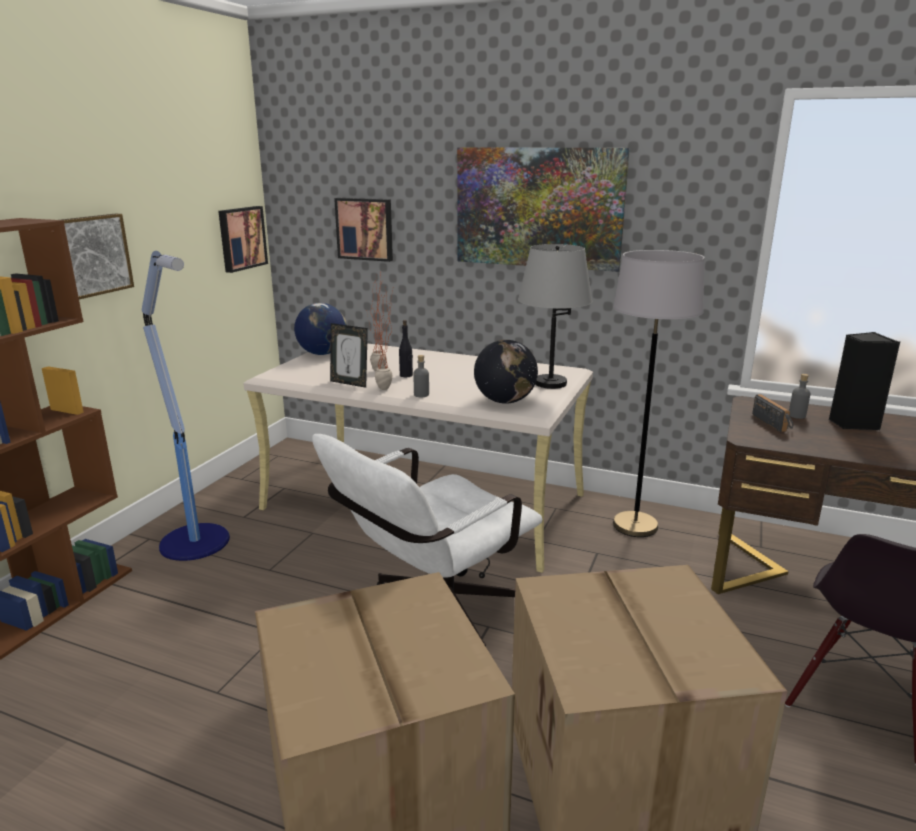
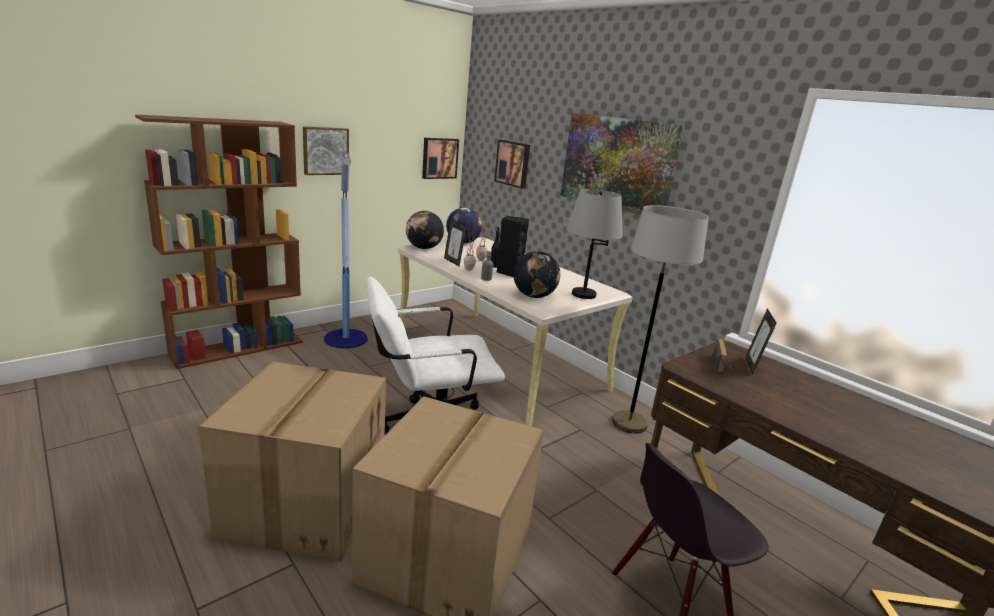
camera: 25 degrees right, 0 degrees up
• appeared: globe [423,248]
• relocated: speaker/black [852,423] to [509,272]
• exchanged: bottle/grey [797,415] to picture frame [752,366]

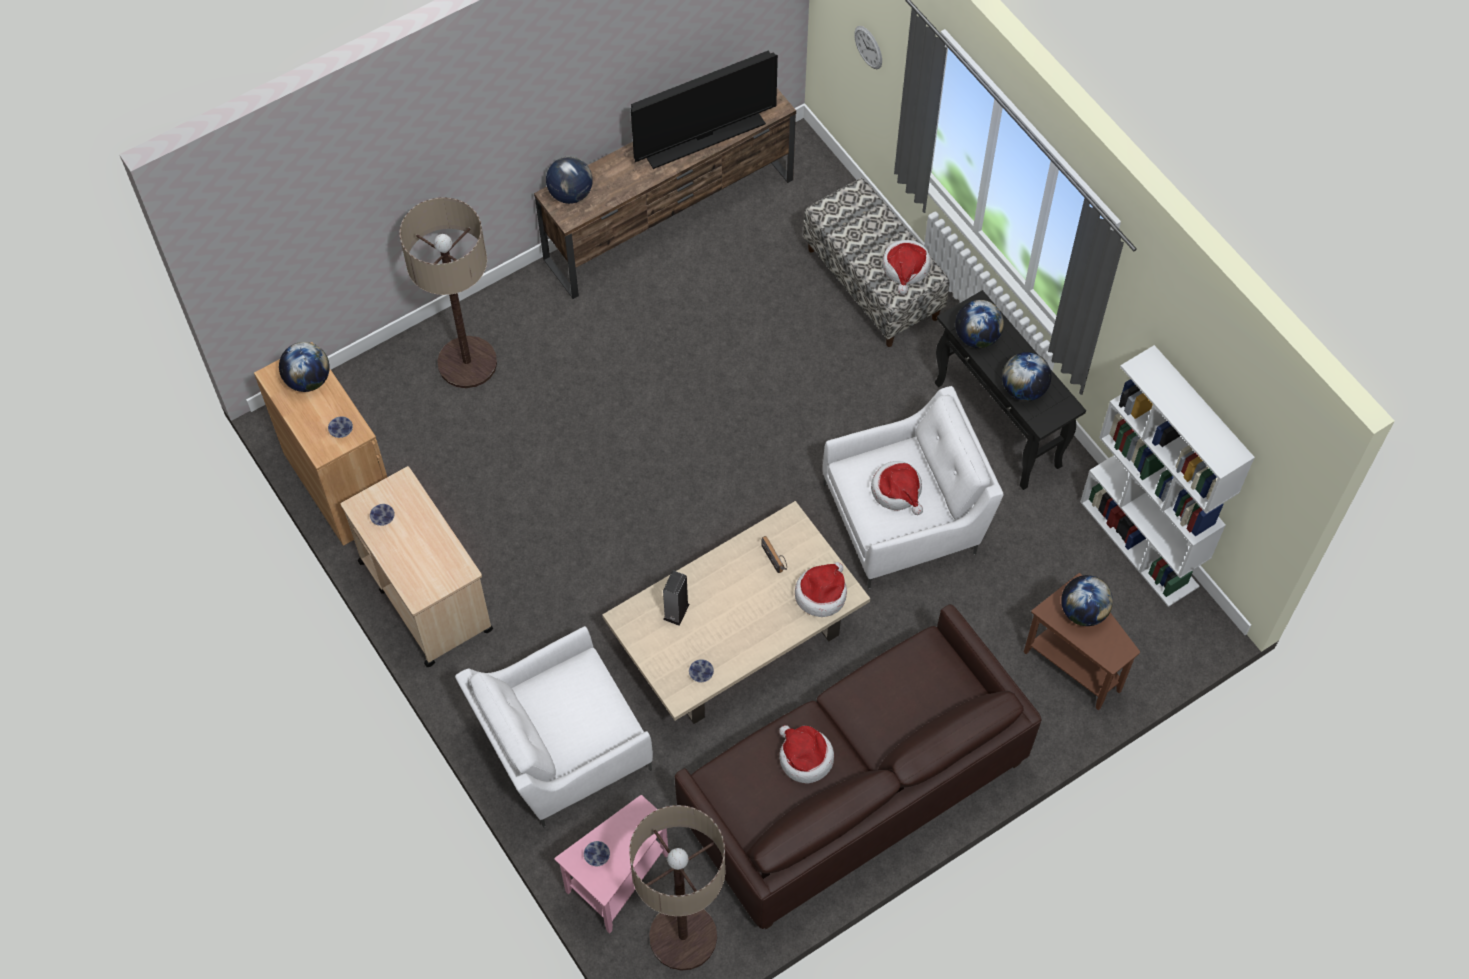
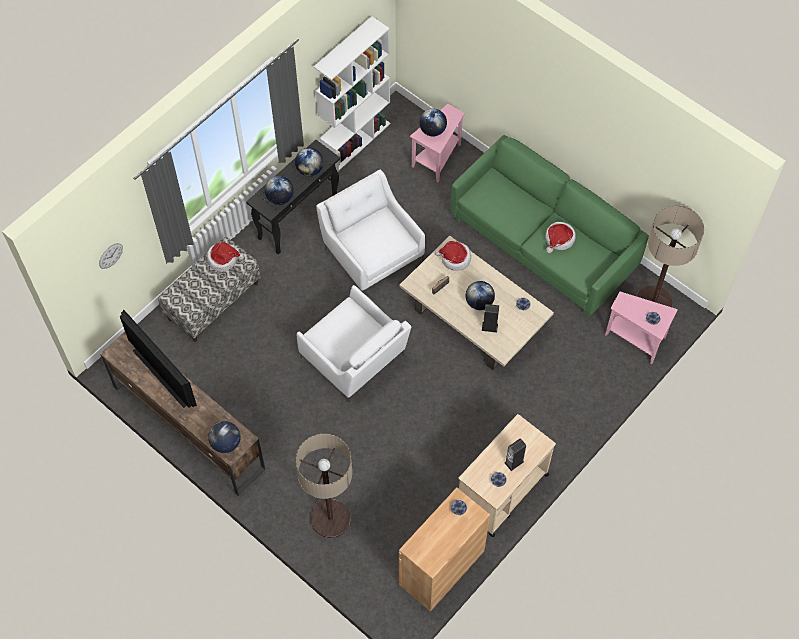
camera: 105 degrees left, 0 degrees up
• relocated: armchair/white [560,747] to [355,359]
• colour: side table/brown [1073,663] to side table/pink [437,159]
• colour: sofa/brown [852,788] to sofa/green [543,244]
• relocated: globe [308,380] to [479,302]
• appeared: speaker [514,462]
• missing: hat [897,491]

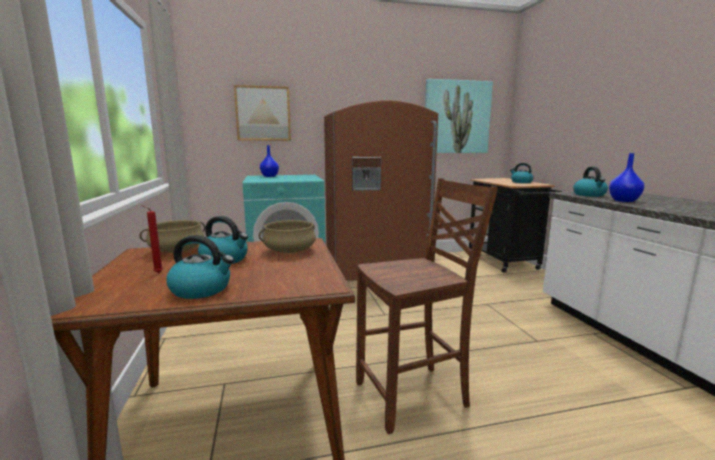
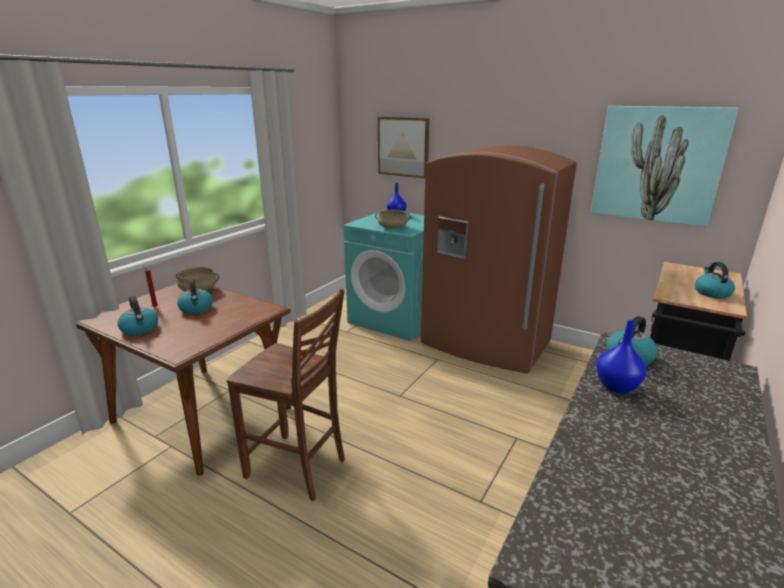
camera: 45 degrees right, 10 degrees up
• relocated: cooking pot/beige [290,250] to [392,227]

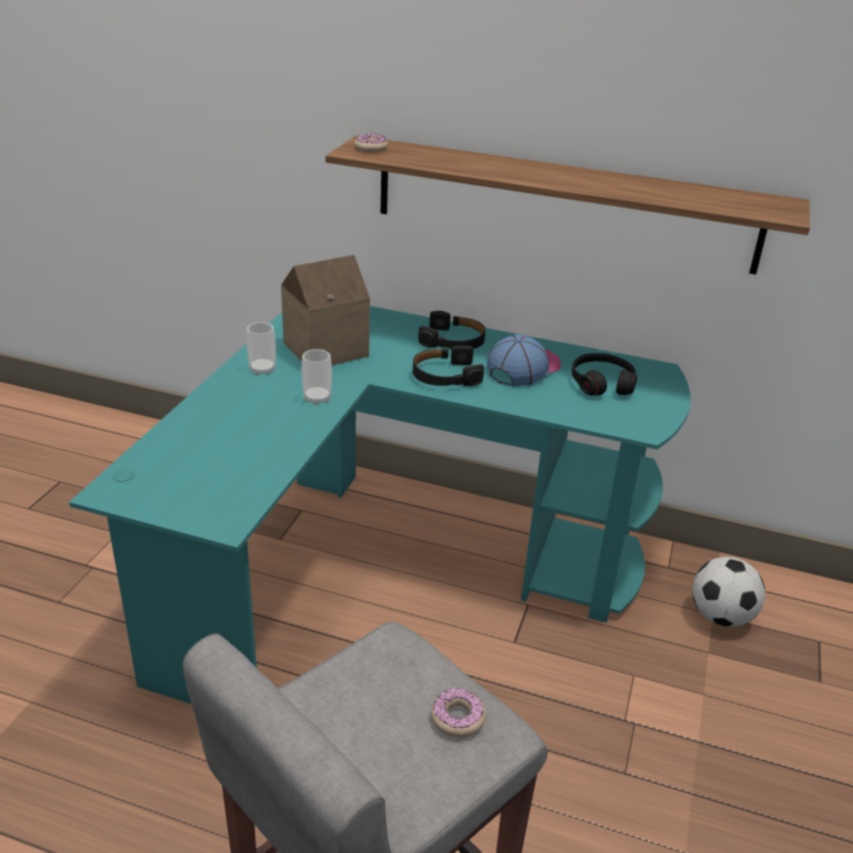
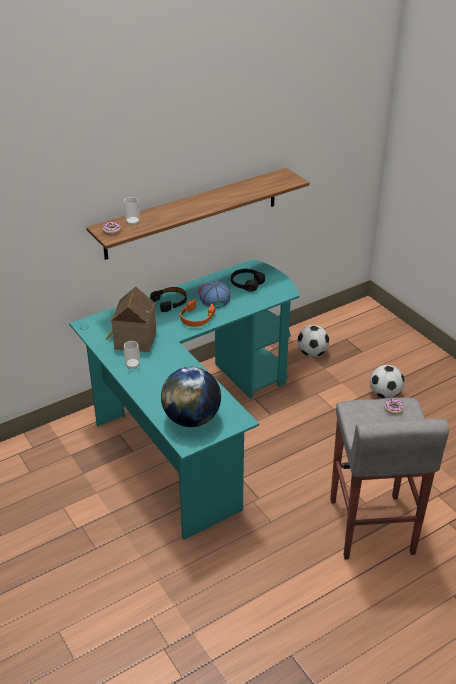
camera: 50 degrees left, 5 degrees up
• relocated: cup [317,399] to [132,223]
• appeared: globe [191,419]
• colour: headphones/black [445,375] to headphones/orange [196,318]
• appeared: football [385,394]

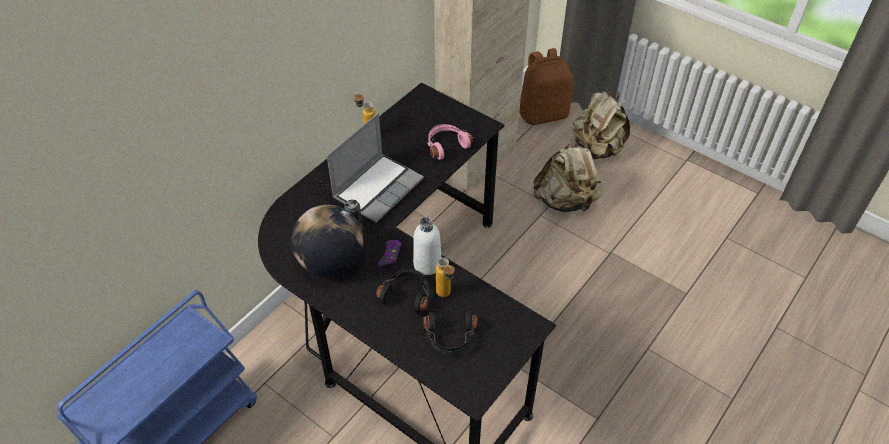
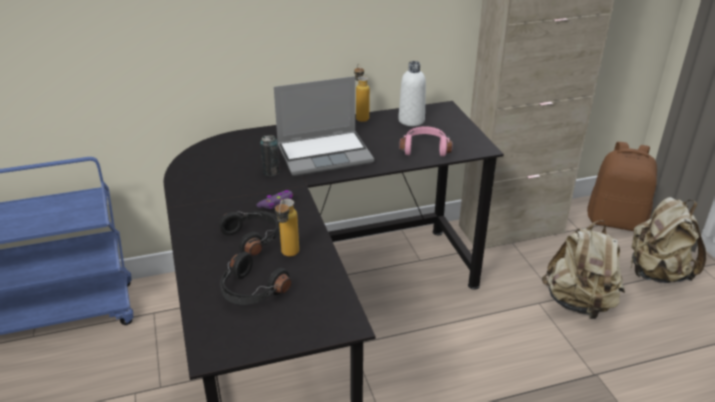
camera: 35 degrees right, 15 degrees down
• relocated: bottle/white [427,264] to [411,120]
• missing: globe [331,262]

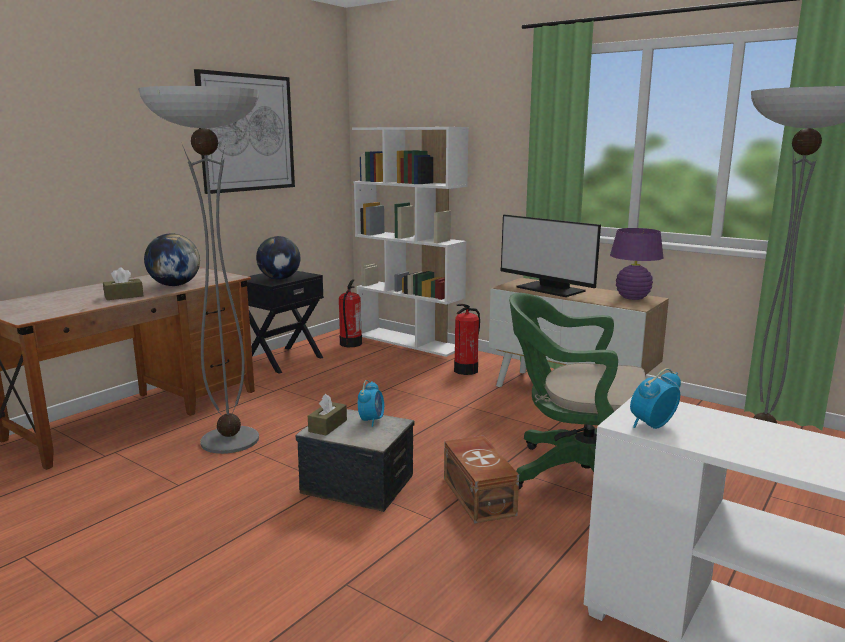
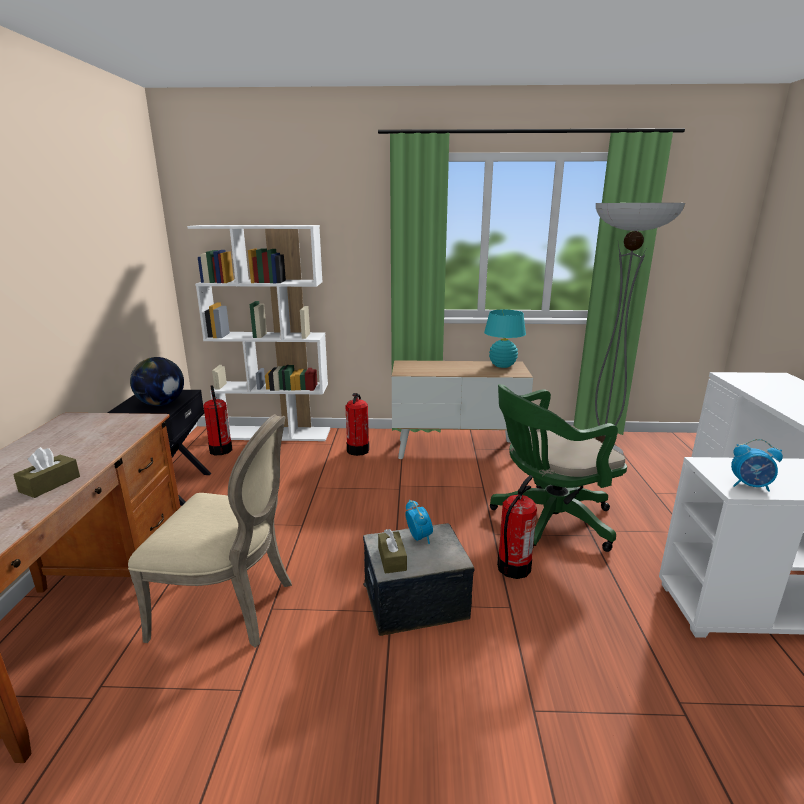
camera: 35 degrees left, 5 degrees up
• exchanged: floor lamp [230,440] to chair/beige [231,606]
• colour: table lamp/purple [632,297] to table lamp/turquoise [502,365]
• exchanged: storage box/brown [479,495] to fire extinguisher [513,568]
• spun: alarm clock [651,426] = [750,486] 90 degrees counterclockwise
• missing: globe [174,285]
• missing: picture [247,133]
• missing: monitor [549,289]

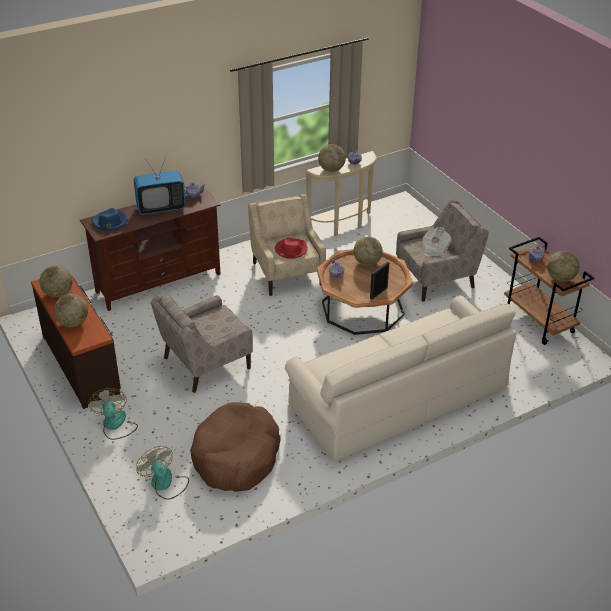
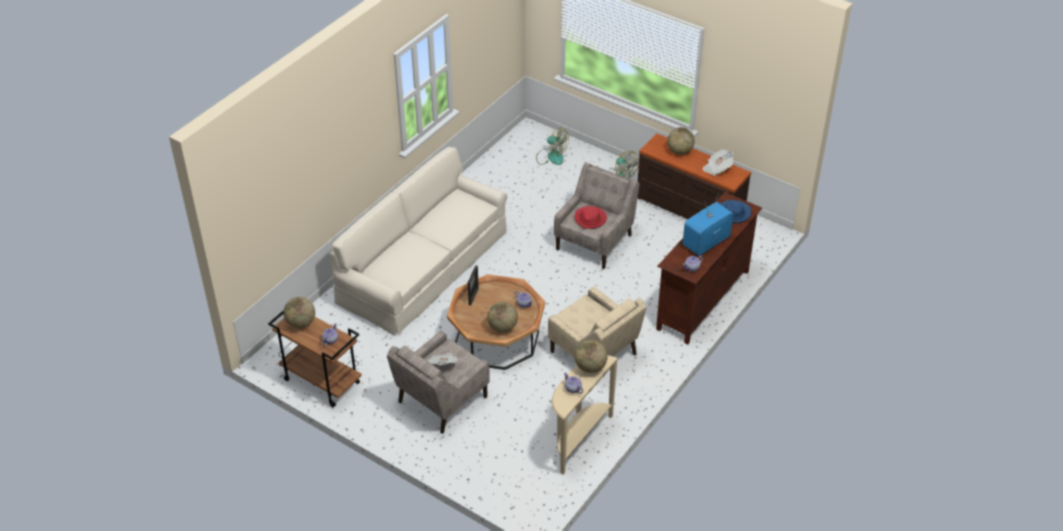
camera: 155 degrees right, 5 degrees up
• relocated: hat/red [291,250] to [590,219]
• exchanged: globe [58,294] to newspaper [717,168]
• missing: dog bed/brown [236,457]

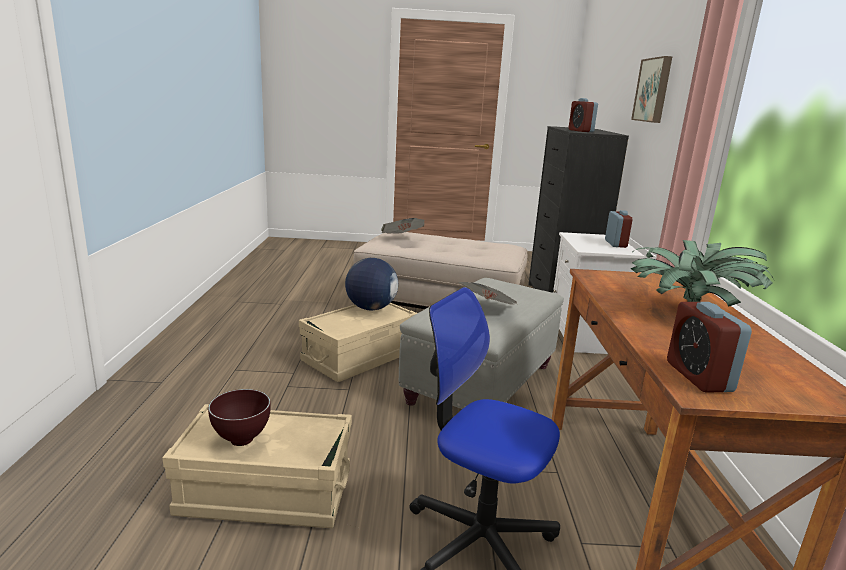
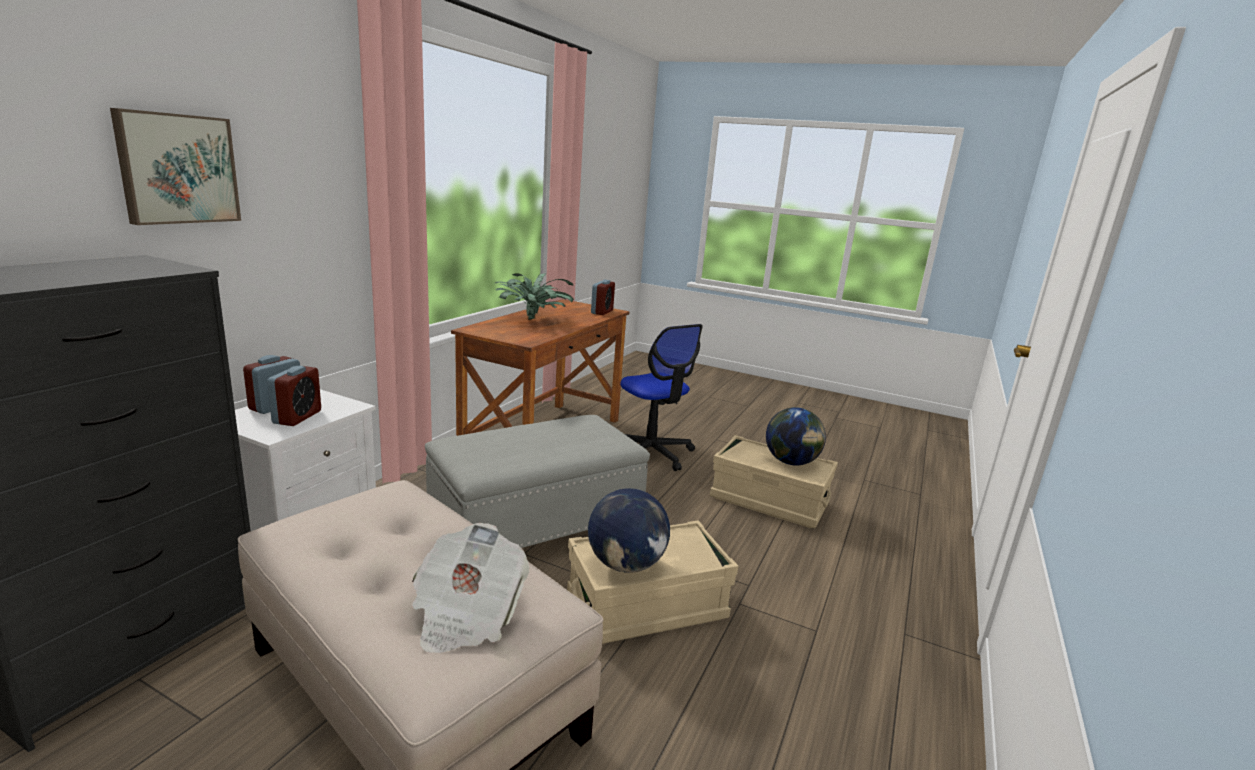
camera: 155 degrees left, 0 degrees up
• relocated: alarm clock [580,131] to [297,417]
• exchanged: bowl/brown [240,440] to globe [791,462]
• missing: newspaper [488,310]

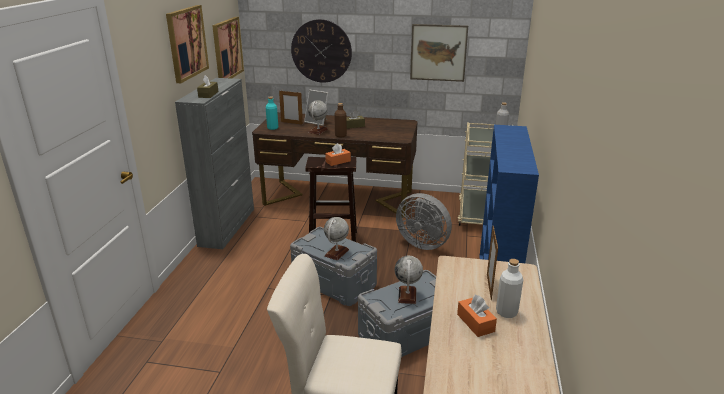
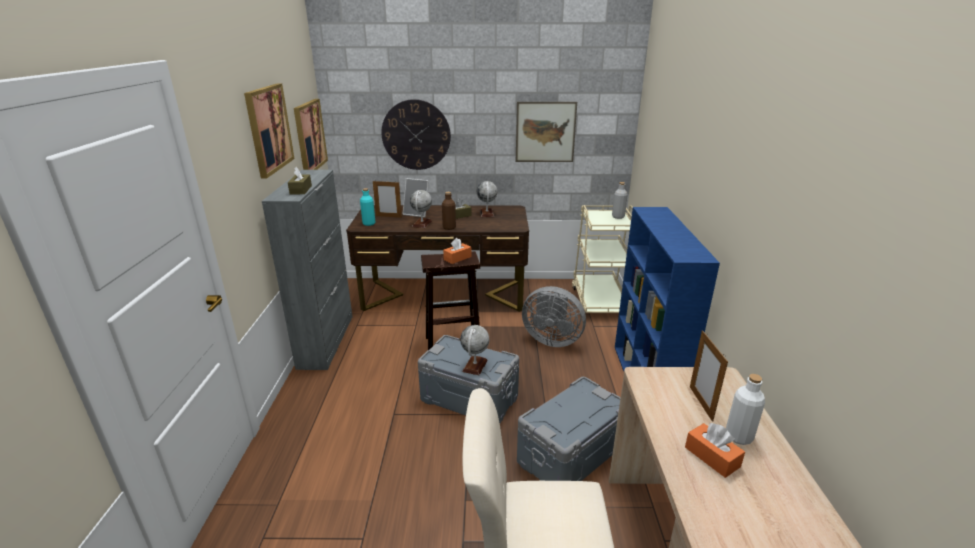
camera: 10 degrees left, 0 degrees up
• relocated: globe [407,295] to [487,213]

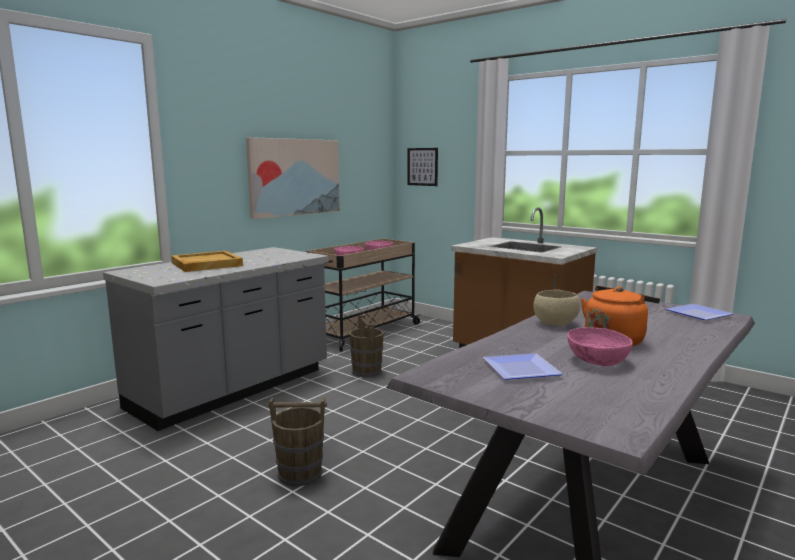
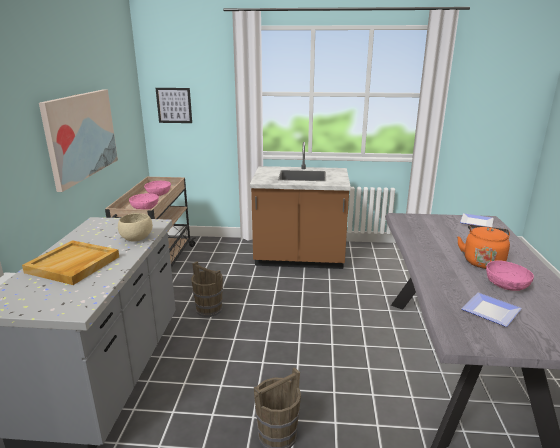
camera: 35 degrees left, 10 degrees up
• relocated: bowl/beige [554,324] to [136,239]

